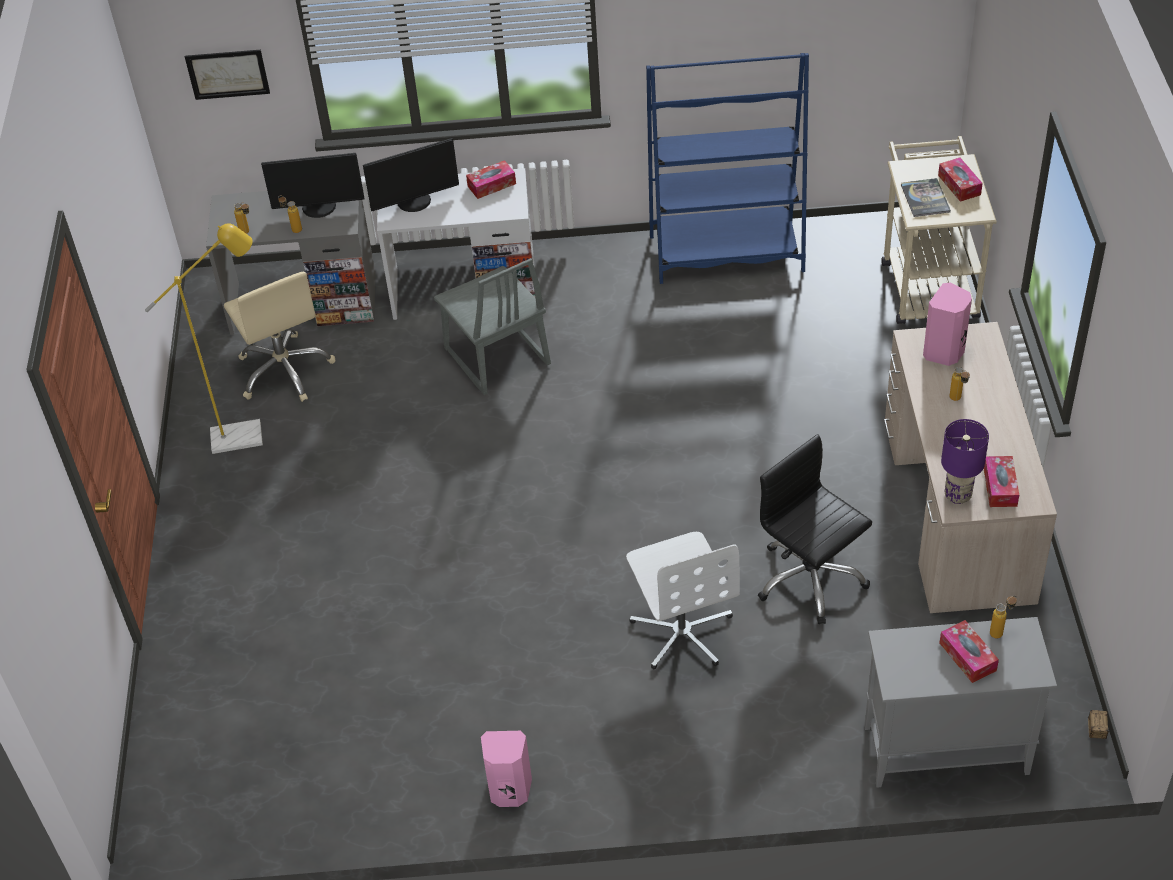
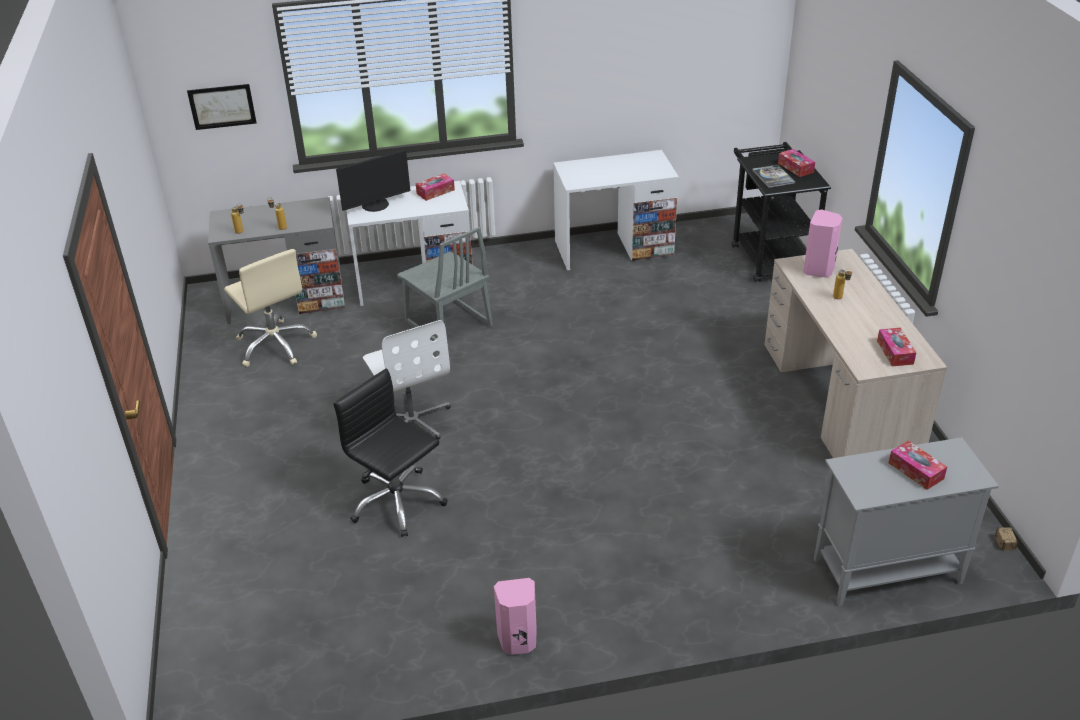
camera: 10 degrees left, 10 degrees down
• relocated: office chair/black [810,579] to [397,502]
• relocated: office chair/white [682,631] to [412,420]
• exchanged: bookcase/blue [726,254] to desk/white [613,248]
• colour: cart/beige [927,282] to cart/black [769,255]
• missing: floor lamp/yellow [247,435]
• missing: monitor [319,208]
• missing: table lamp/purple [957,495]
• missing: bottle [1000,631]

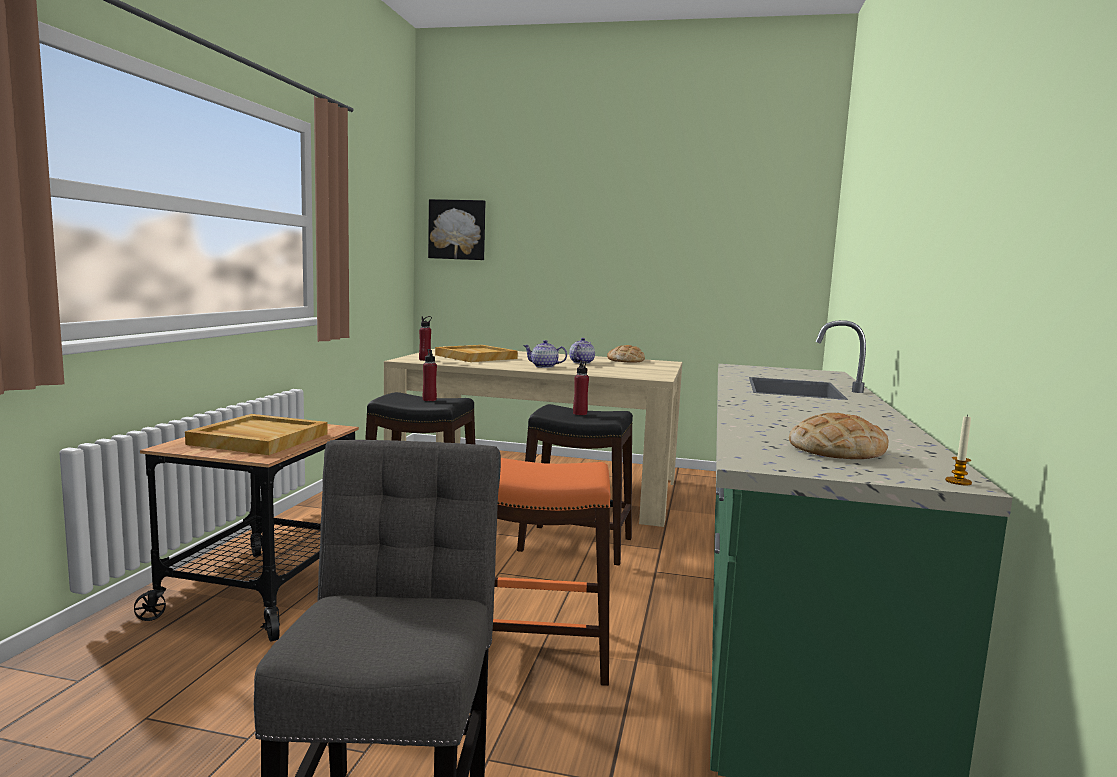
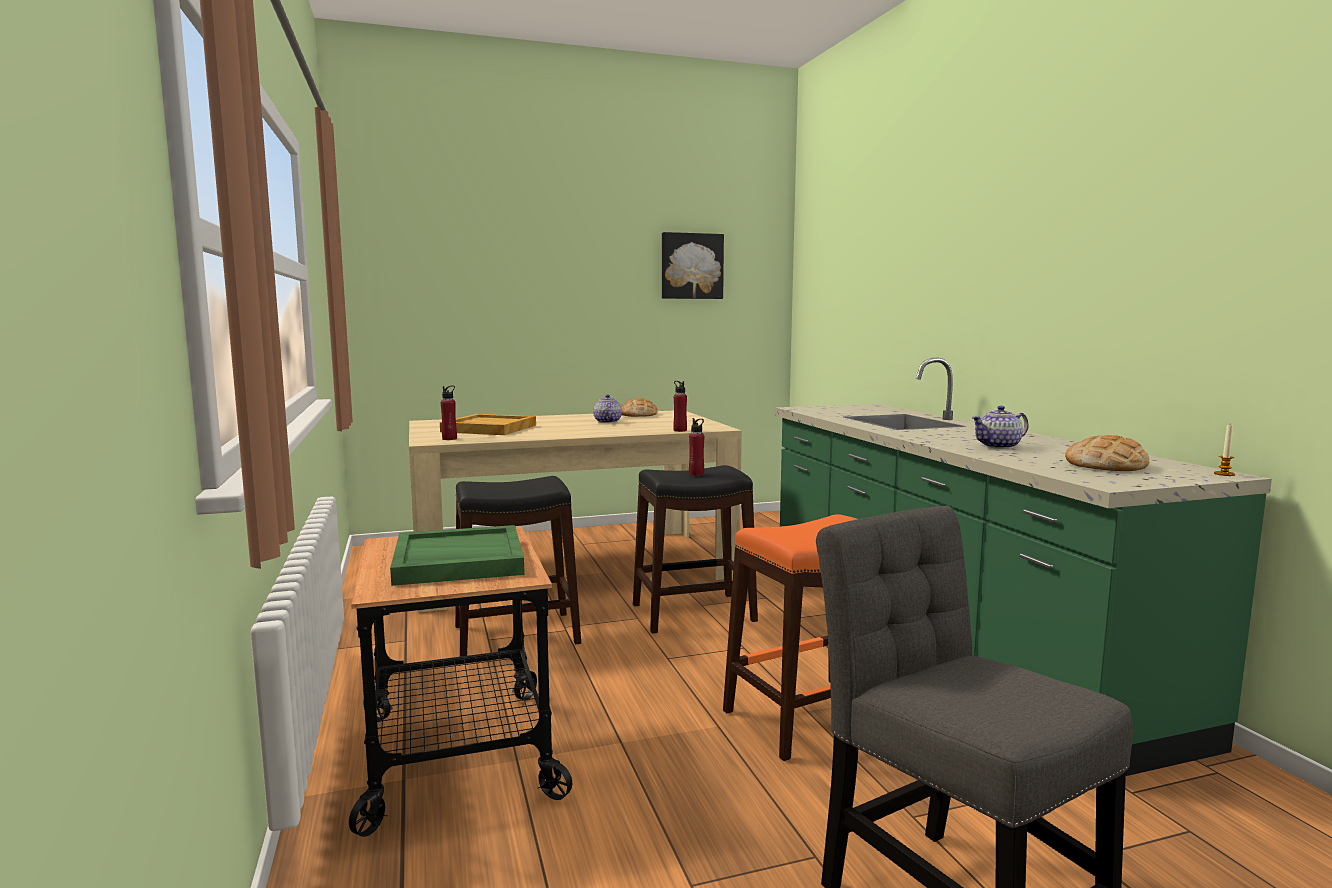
camera: 30 degrees left, 0 degrees up
• colour: tray/beige [258,439] to tray/green [457,561]
• relocated: picture [457,230] to [691,266]
• relocated: bottle/red [429,400] to [680,430]
• relocated: teapot [544,366] to [999,446]

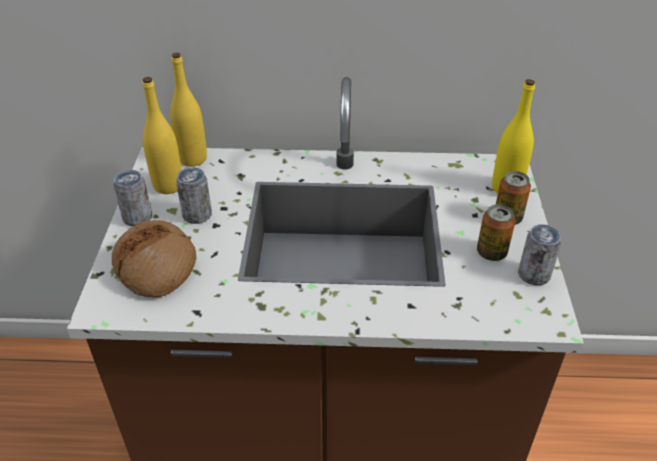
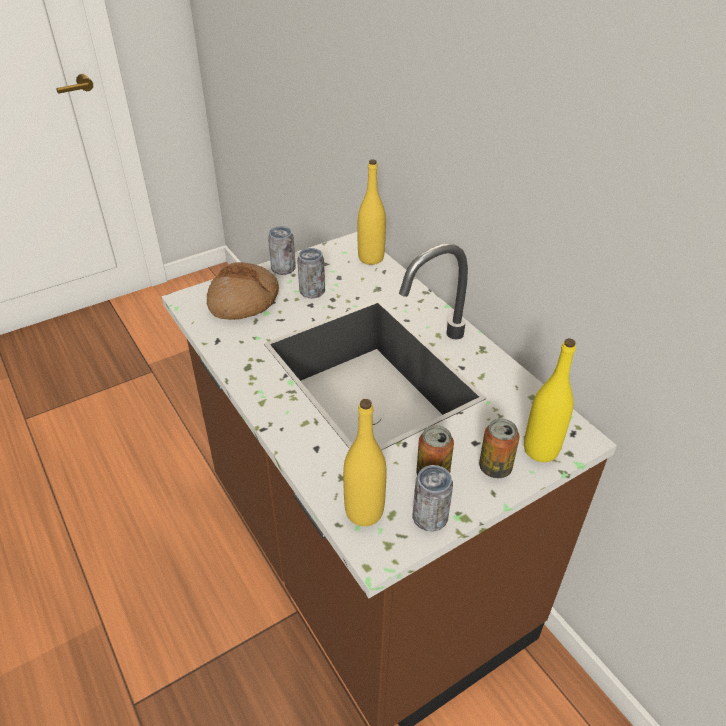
camera: 55 degrees right, 0 degrees up
• relocated: bottle/yellow [168,186] to [364,511]

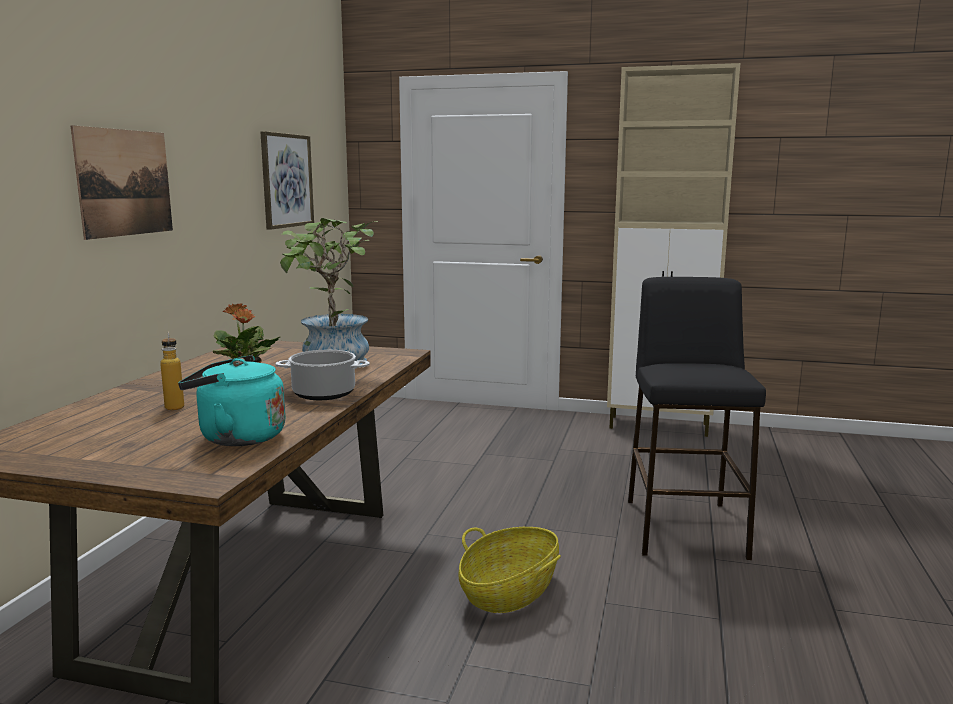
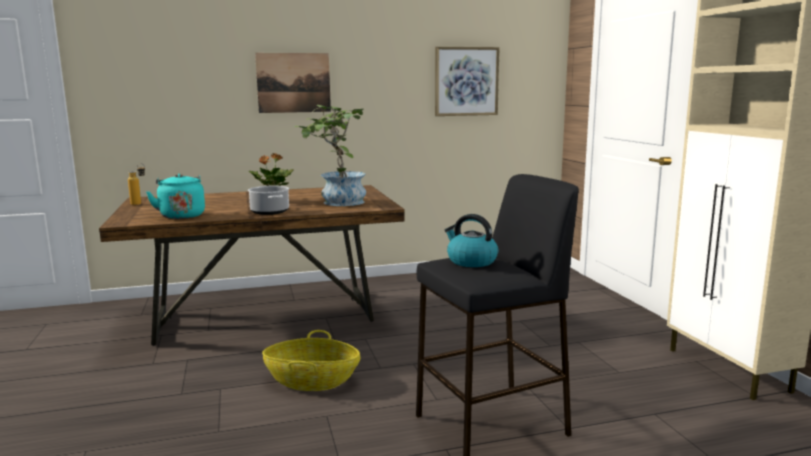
camera: 60 degrees right, 0 degrees up
• relocated: bottle [174,405] to [140,204]
• appeared: kettle [471,261]

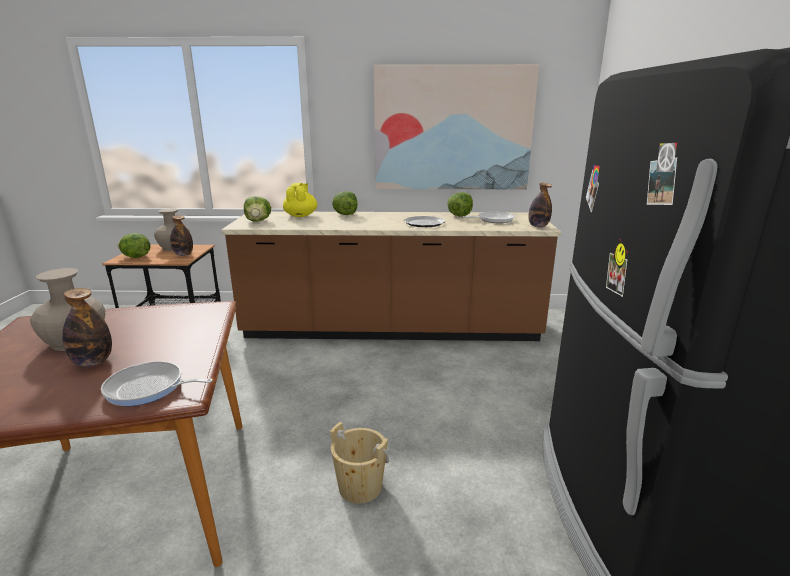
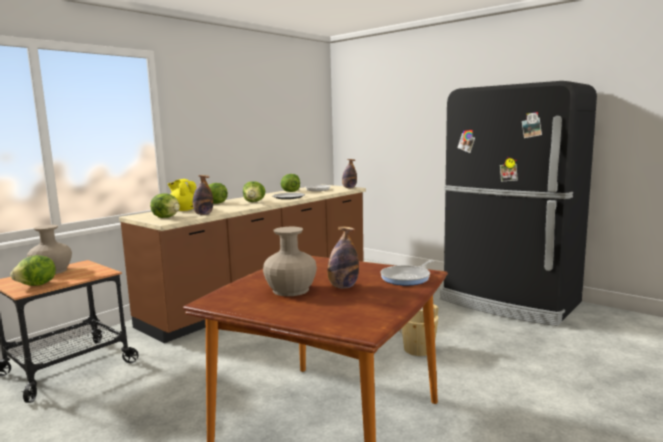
camera: 50 degrees left, 10 degrees down
• relocated: bottle [183,254] to [203,214]
• appeared: lettuce [254,202]
• missing: picture [452,129]

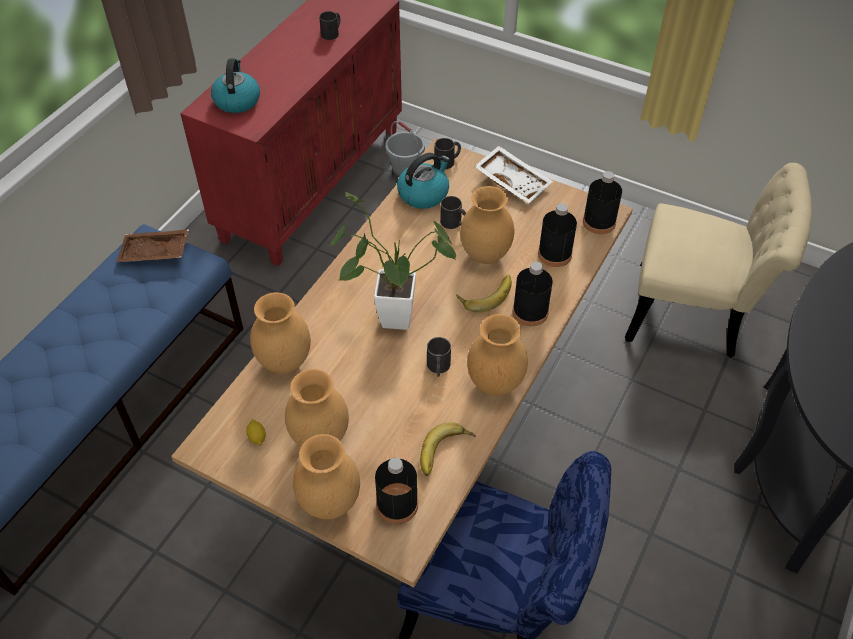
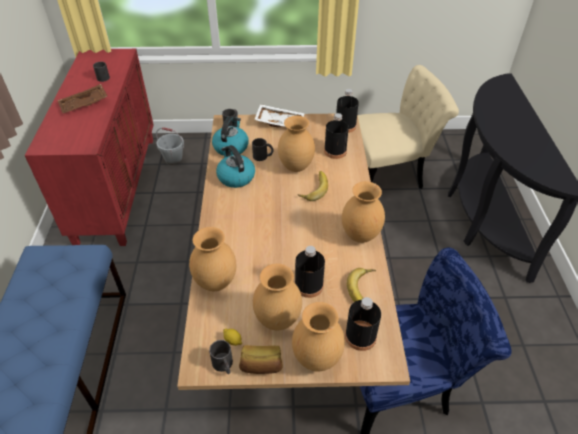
camera: 30 degrees left, 5 degrees down
• relocated: tray/brown [155,253] to [84,105]
• relocated: mug/black [438,368] to [224,365]
• relocated: kettle [237,100] to [235,177]
• appeared: bread [261,366]
• relocated: bottle/black [530,312] to [309,285]
• missing: potted plant [388,318]

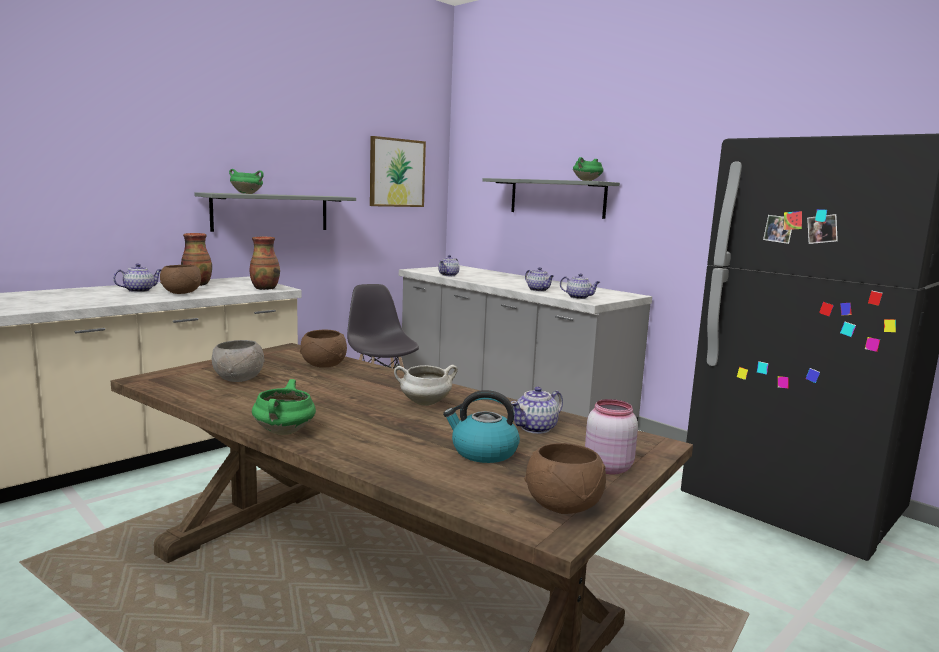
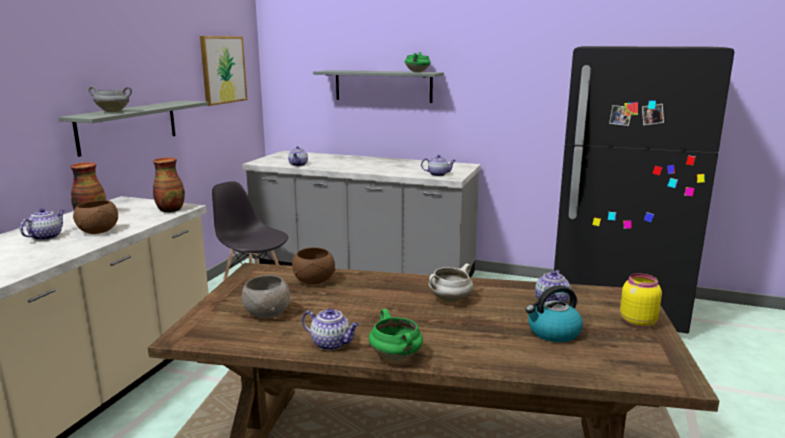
camera: 25 degrees left, 5 degrees up
• colour: cooking pot/green [247,193] to cooking pot/grey [113,111]
• relocated: teapot [539,290] to [332,344]
• colour: jar/pink [607,467] to jar/yellow [636,322]
• missing: bowl/brown [565,506]

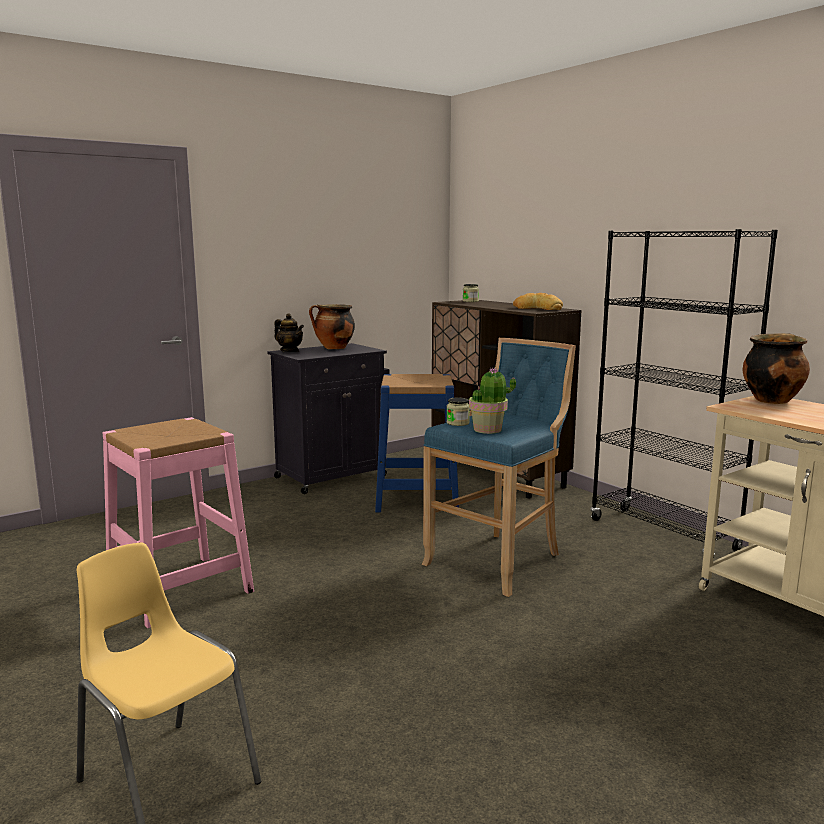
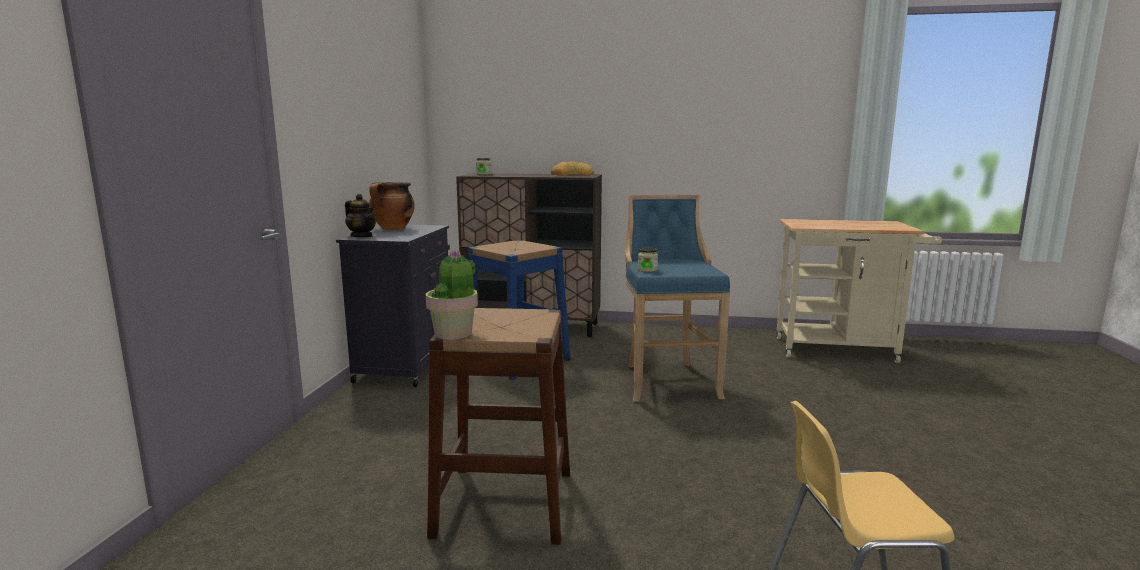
camera: 45 degrees left, 0 degrees up
• spun: teapot [290,351] = [362,236] 45 degrees clockwise
• relocated: potted plant [488,430] to [454,333]
• colour: stool/pink [180,589] to stool/brown [504,502]
• missing: bookcase/black [663,535]
• missing: cooking pot [771,400]

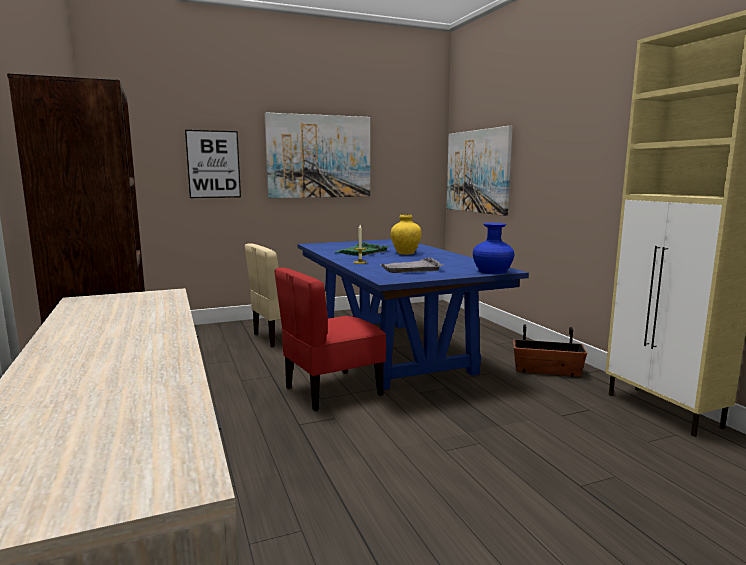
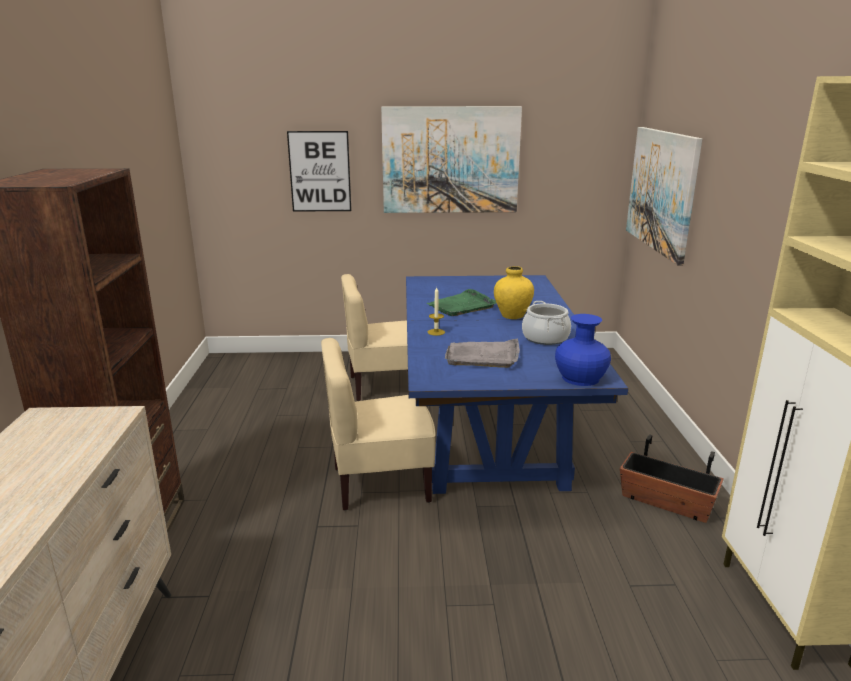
camera: 20 degrees right, 10 degrees up
• colour: chair/red [332,391] to chair/beige [380,483]
• appeared: cooking pot [545,338]

